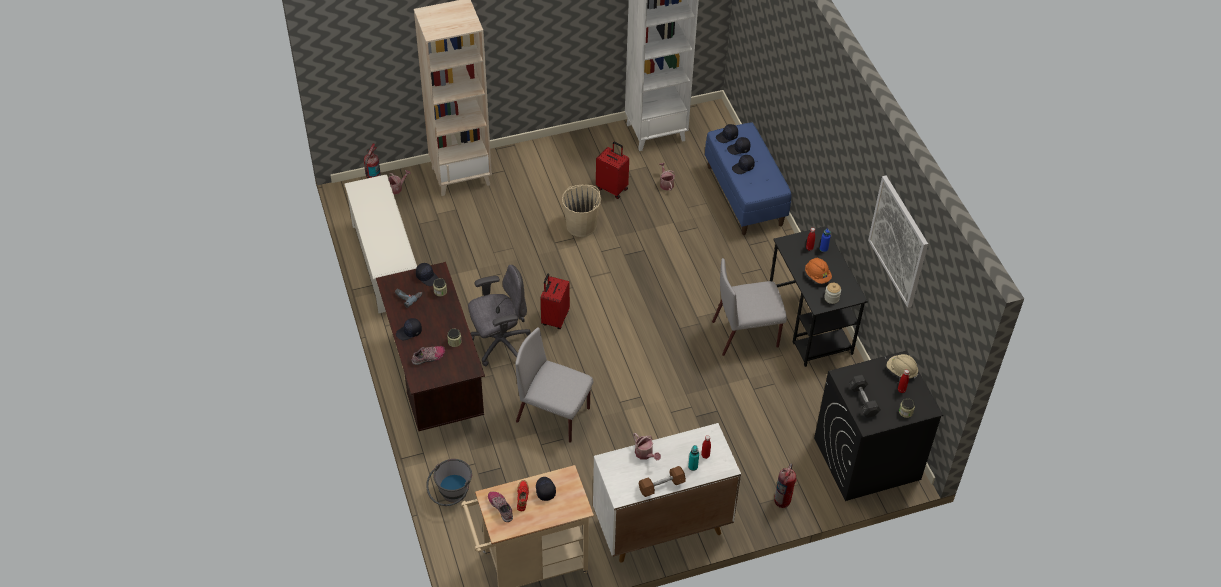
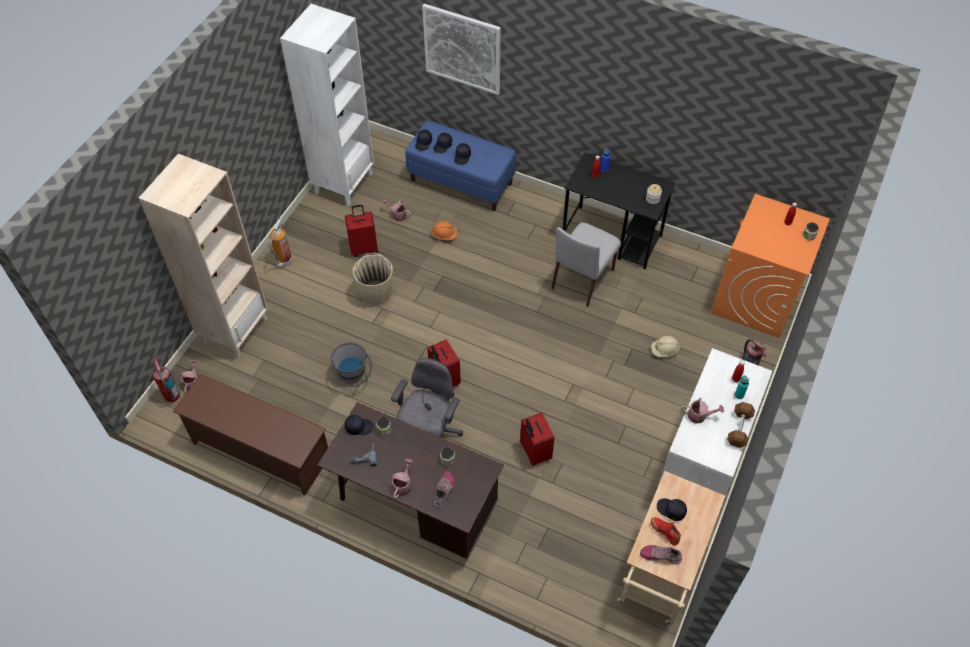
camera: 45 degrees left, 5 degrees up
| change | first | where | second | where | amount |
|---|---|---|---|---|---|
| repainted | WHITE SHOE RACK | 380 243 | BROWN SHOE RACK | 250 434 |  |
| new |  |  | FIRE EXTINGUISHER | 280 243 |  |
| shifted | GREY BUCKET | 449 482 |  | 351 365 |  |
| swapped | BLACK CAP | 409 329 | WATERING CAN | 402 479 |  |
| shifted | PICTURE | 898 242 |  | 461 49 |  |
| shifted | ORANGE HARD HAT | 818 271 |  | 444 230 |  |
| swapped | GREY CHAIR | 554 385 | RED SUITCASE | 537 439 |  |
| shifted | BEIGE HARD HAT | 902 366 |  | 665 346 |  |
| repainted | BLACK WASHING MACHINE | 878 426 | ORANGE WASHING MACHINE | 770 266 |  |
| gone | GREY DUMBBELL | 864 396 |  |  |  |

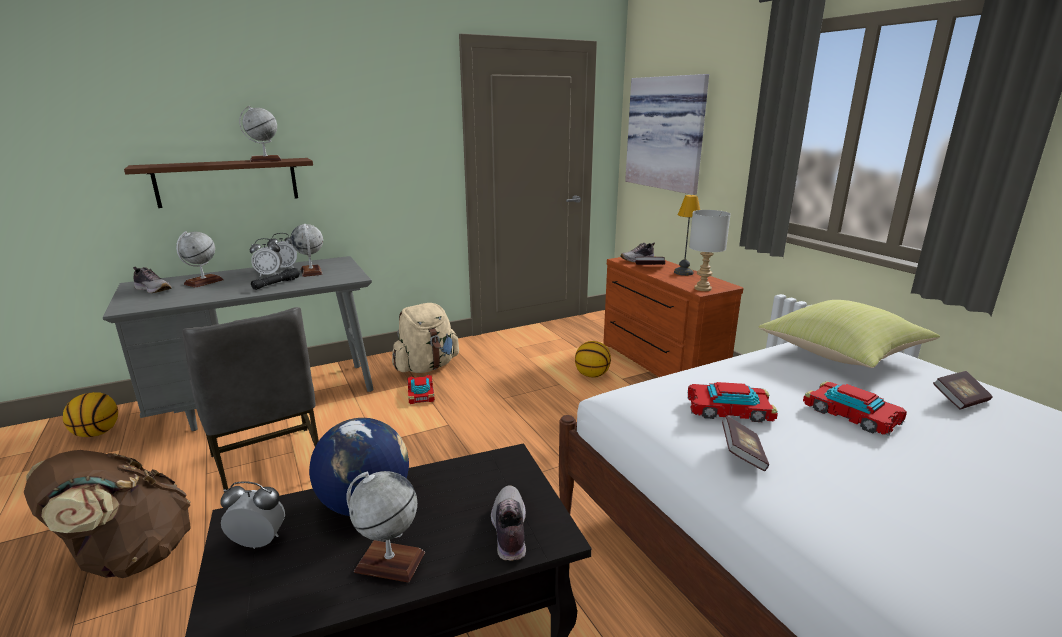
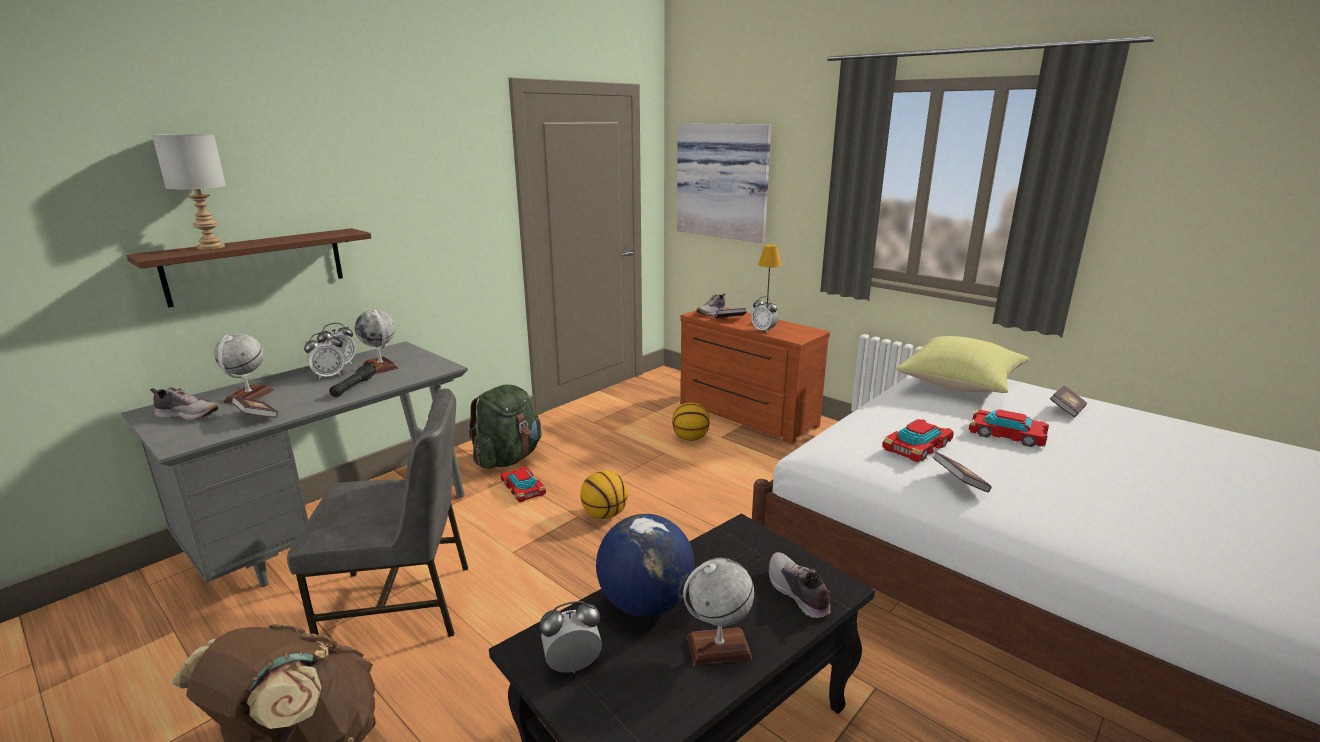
camera: 20 degrees left, 0 degrees up
| change | first | where | second | where | amount |
|---|---|---|---|---|---|
| shifted | GREY TABLE LAMP | 710 250 |  | 189 192 |  |
| new |  |  | BOOK | 254 407 |  |
| rotated | GREY CHAIR | 250 400 |  | 377 513 | 45 degrees counterclockwise |
| repainted | BEIGE BACKPACK | 425 338 | GREEN BACKPACK | 505 426 |  |
| shifted | BASKETBALL | 90 414 |  | 604 494 |  |
| new |  |  | ALARM CLOCK | 764 315 |  |
| rotated | TOY CAR | 733 402 |  | 918 441 | 150 degrees clockwise |
| gone | GLOBE | 260 134 |  |  |  |

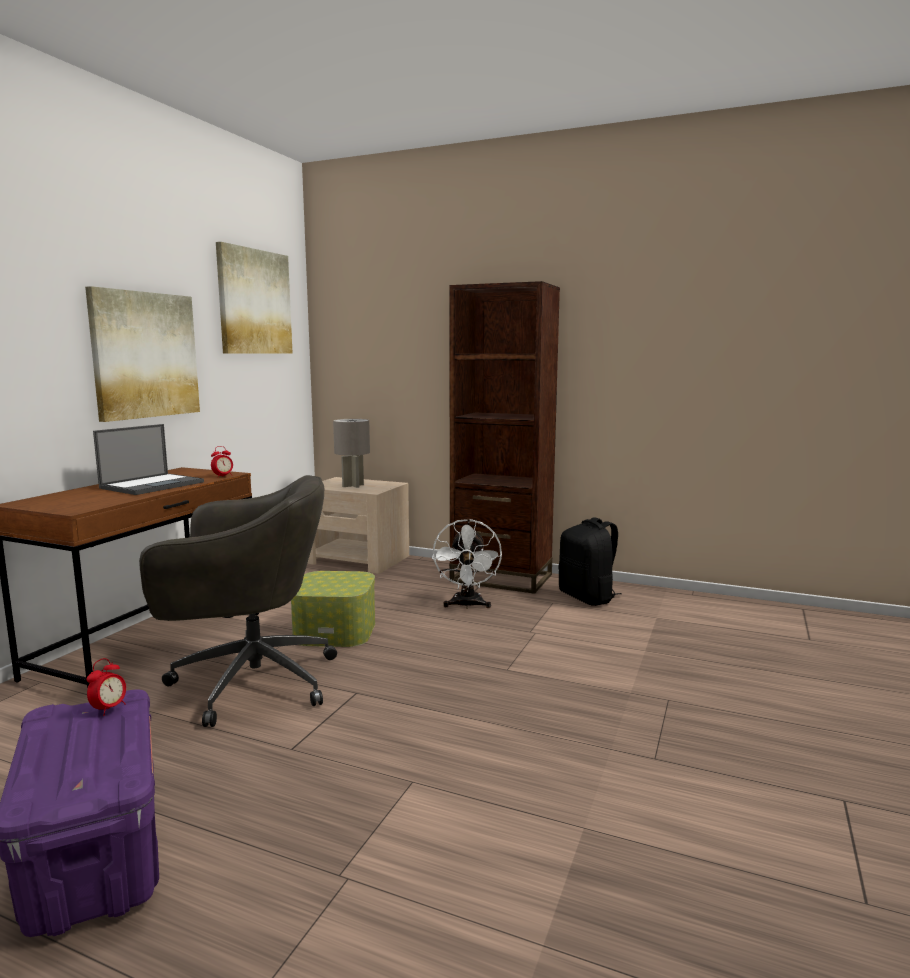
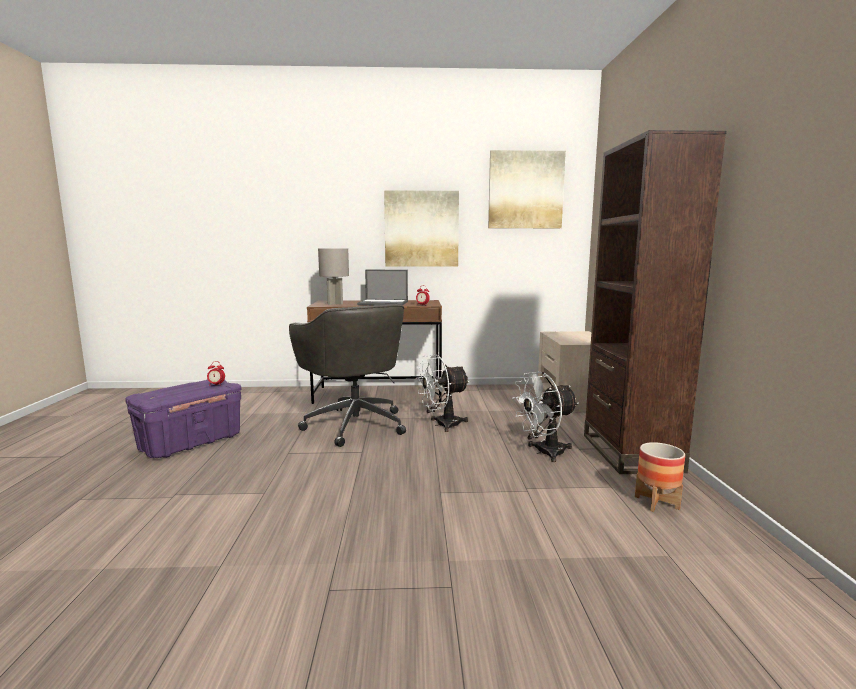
camera: 65 degrees right, 0 degrees up
| change | first | where | second | where | amount |
|---|---|---|---|---|---|
| shifted | GREY TABLE LAMP | 351 453 |  | 333 276 |  |
| swapped | STORAGE BOX | 333 609 | WHITE FAN | 443 393 |  |
| swapped | BLACK BACKPACK | 590 561 | PLANTER | 660 477 |  |

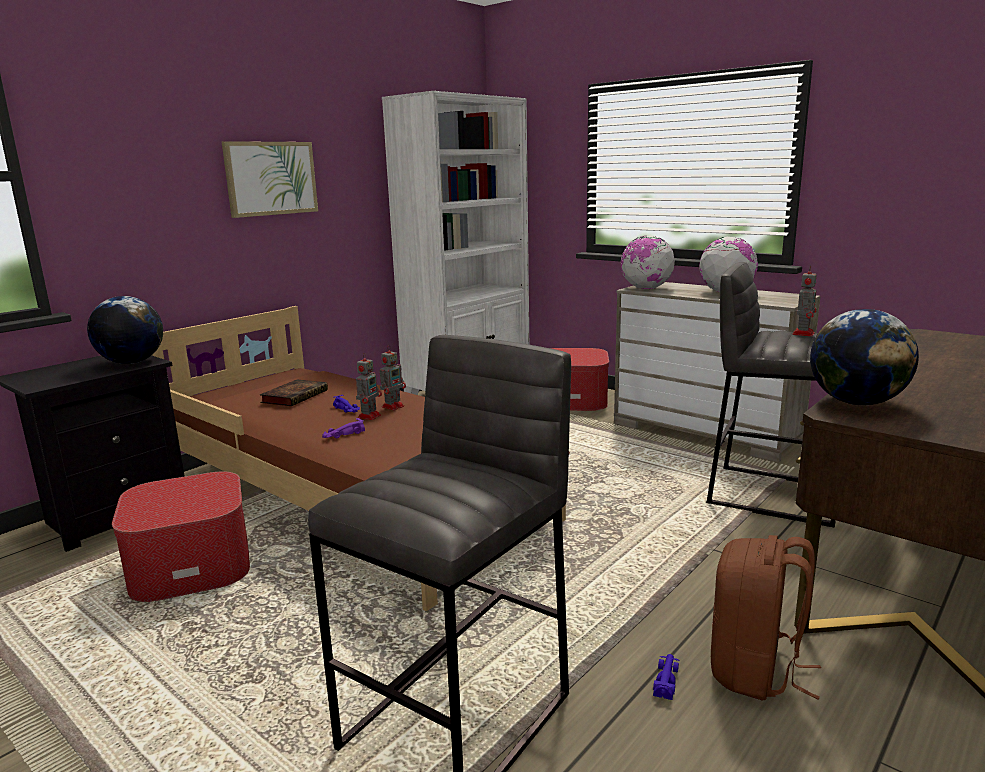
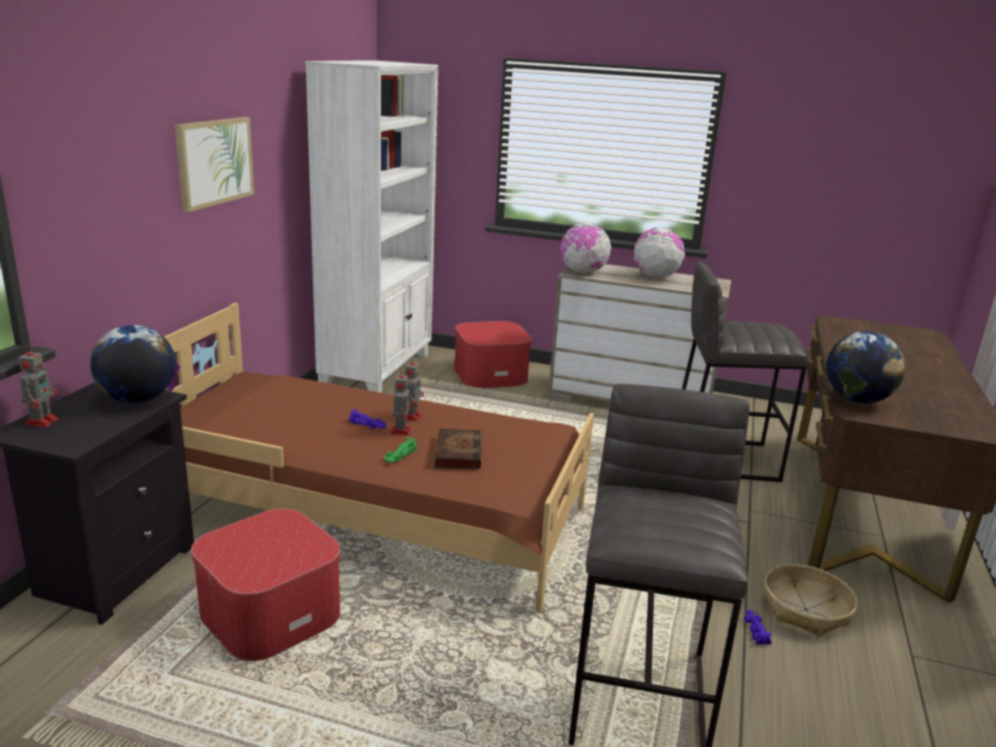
camera: 25 degrees left, 5 degrees up
| change | first | where | second | where | amount |
|---|---|---|---|---|---|
| shifted | TOY ROBOT | 804 300 |  | 38 386 |  |
| repainted | PURPLE TOY CAR | 343 428 | GREEN TOY CAR | 400 450 |  |
| shifted | BOOK | 294 392 |  | 458 449 |  |
| swapped | BROWN BACKPACK | 766 617 | BASKET | 811 600 |  |

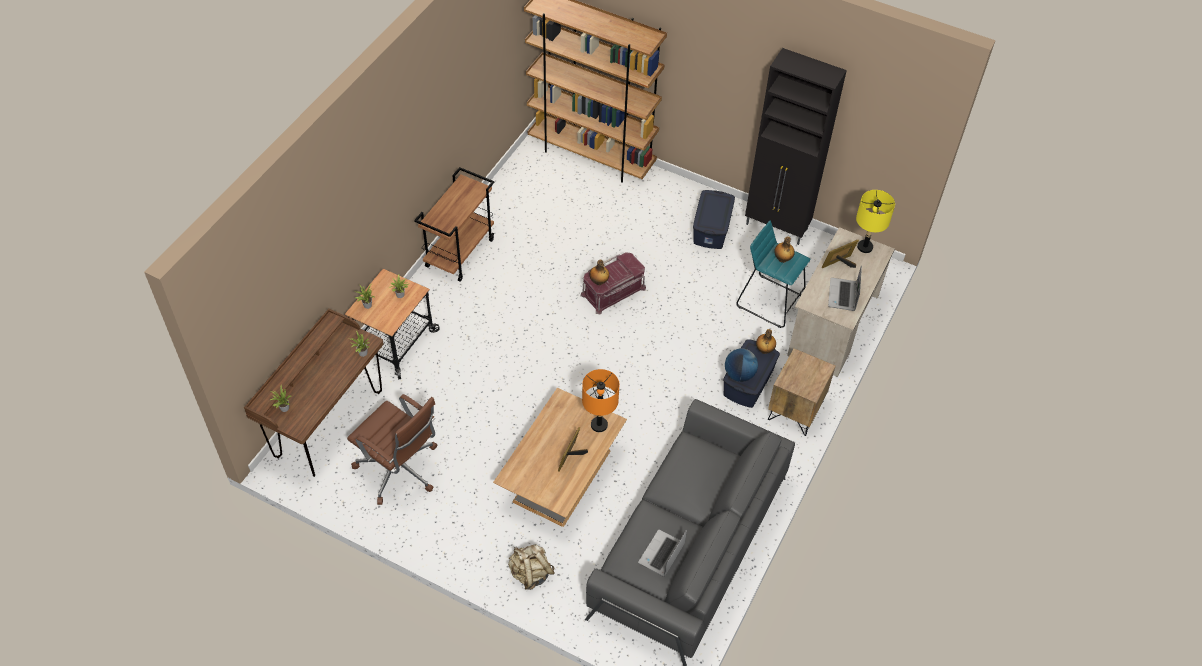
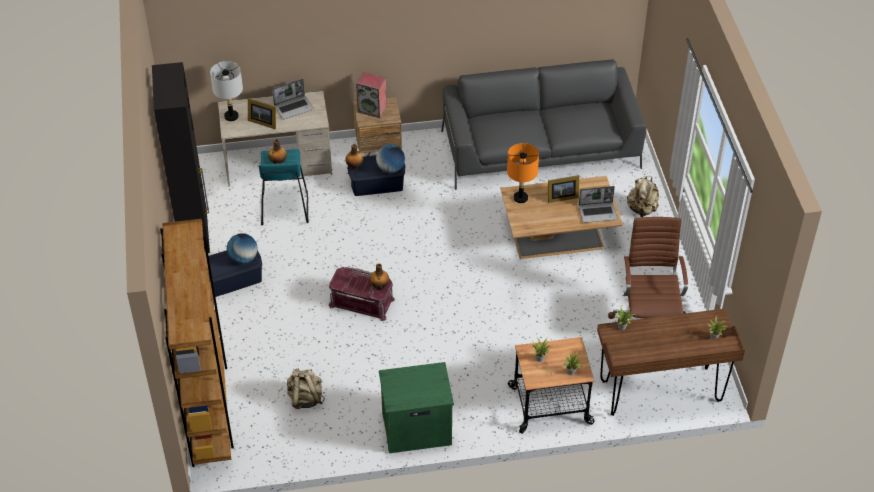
camera: 125 degrees left, 5 degrees down
| change | first | where | second | where | amount |
|---|---|---|---|---|---|
| repainted | YELLOW TABLE LAMP | 875 221 | GREY TABLE LAMP | 226 91 |  |
| new |  |  | GLOBE | 242 248 |  |
| new |  |  | BEIGE BACKPACK | 306 388 |  |
| new |  |  | SPEAKER | 371 95 |  |
| swapped | BROWN CART | 454 224 | GREEN NIGHTSTAND | 416 407 |  |
| shifted | LAPTOP | 662 553 |  | 598 204 |  |

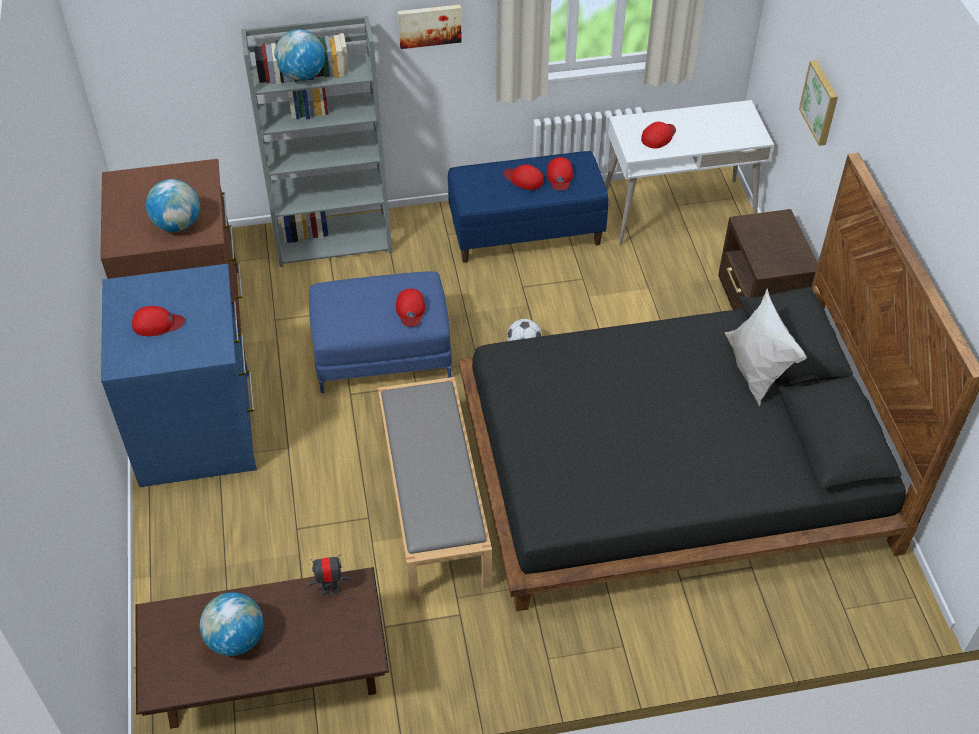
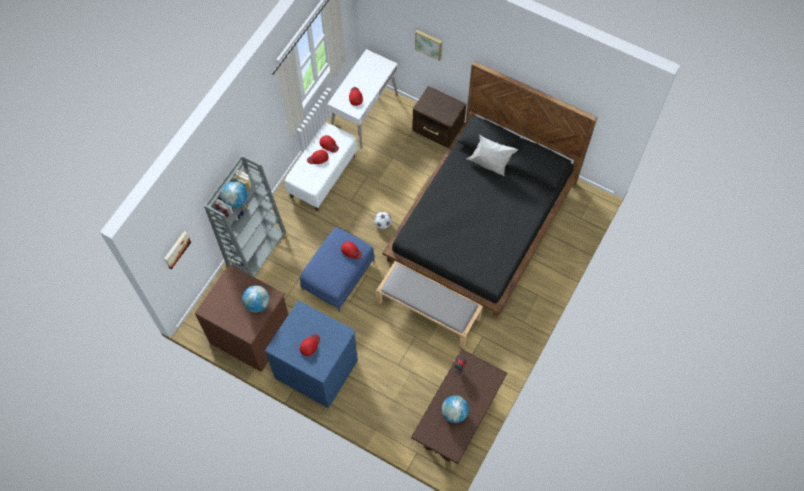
camera: 50 degrees left, 15 degrees up
| change | first | where | second | where | amount |
|---|---|---|---|---|---|
| shifted | PICTURE | 430 27 |  | 177 250 |  |
| repainted | BLUE BENCH | 528 207 | WHITE BENCH | 321 166 |  |

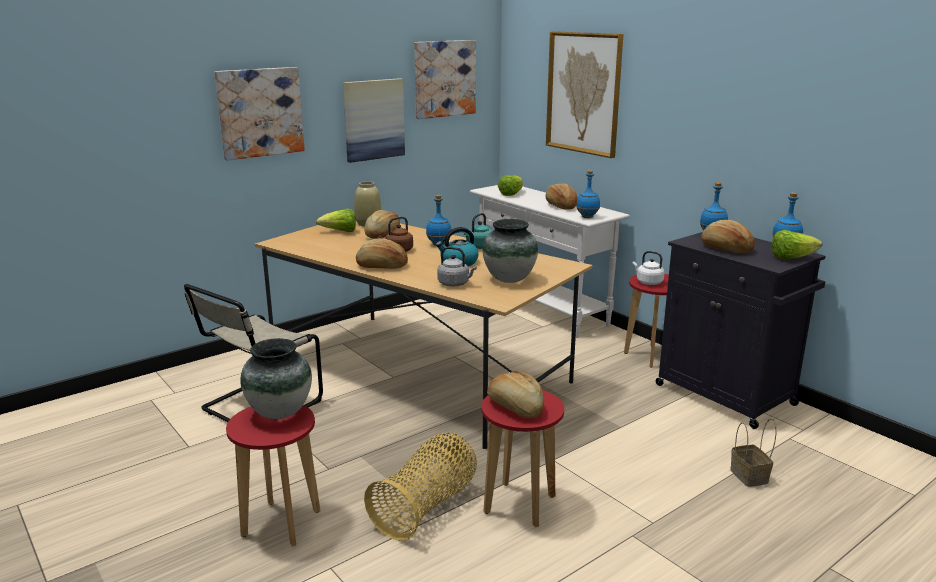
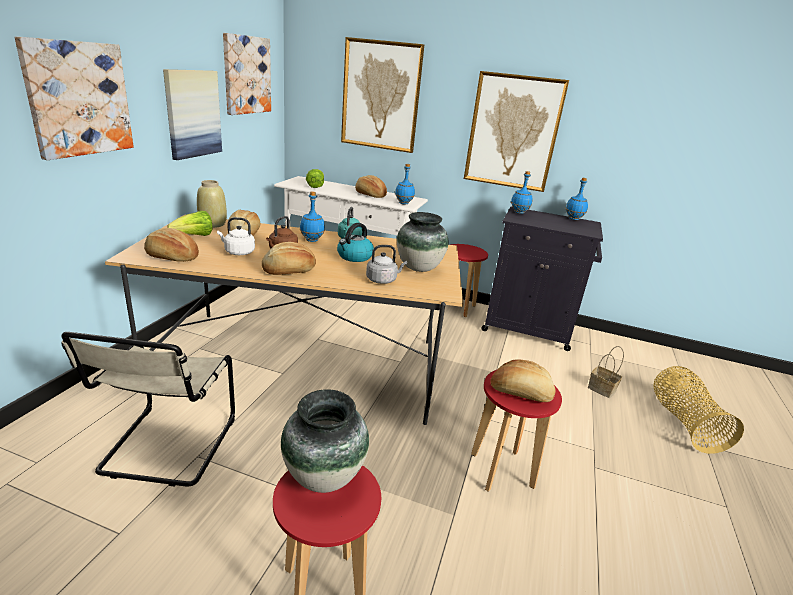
camera: 35 degrees left, 5 degrees up
| change | first | where | second | where | amount |
|---|---|---|---|---|---|
| shifted | BREAD | 728 236 |  | 171 245 |  |
| shifted | WHITE KETTLE | 649 268 |  | 236 236 |  |
| new |  |  | PICTURE | 516 131 |  |
| shifted | BASKET | 420 487 |  | 699 410 |  |
| gone | LETTUCE | 797 244 |  |  |  |

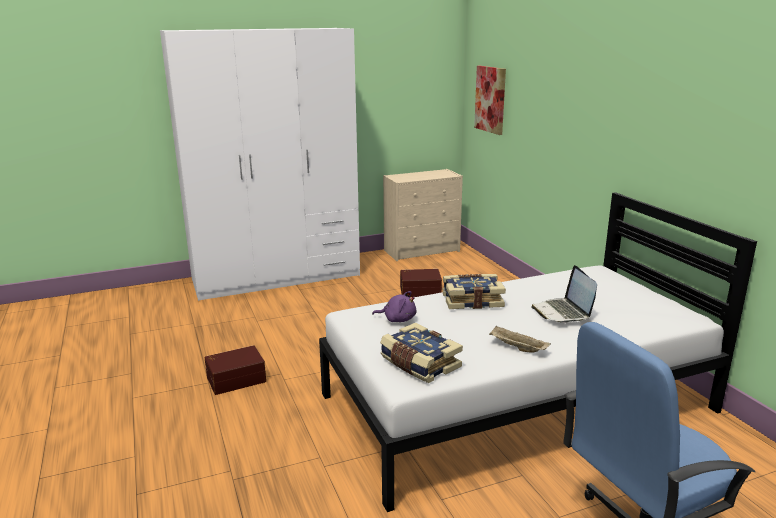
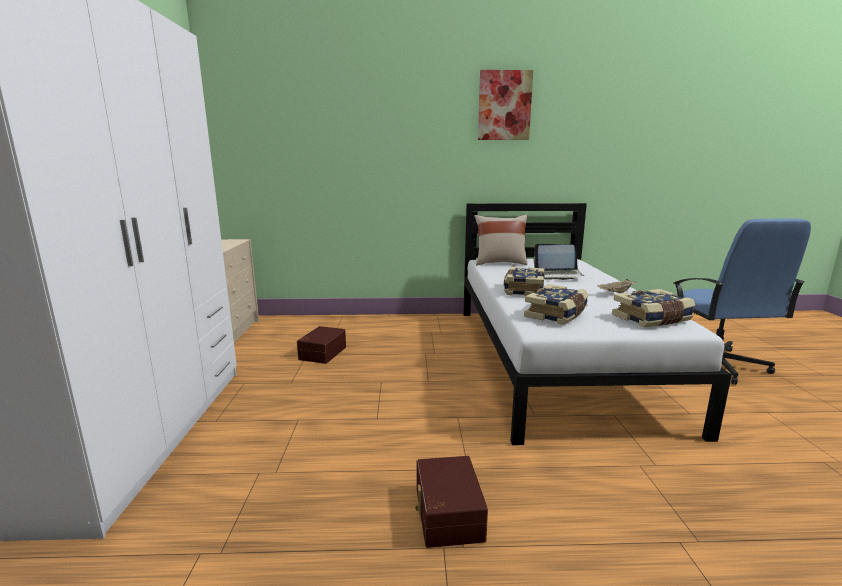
camera: 70 degrees left, 5 degrees down
| change | first | where | second | where | amount |
|---|---|---|---|---|---|
| new |  |  | BEIGE PILLOW | 501 240 |  |
| shifted | PICTURE | 490 100 |  | 505 105 |  |
| swapped | PURPLE PLUSH TOY | 394 306 | BOOK | 556 304 |  |

